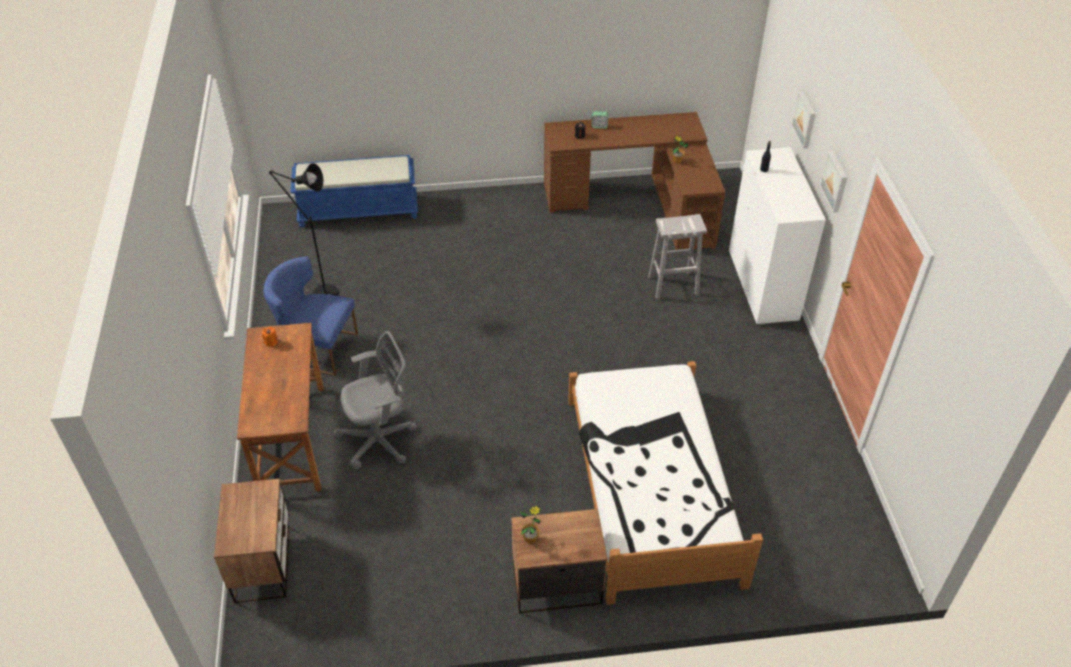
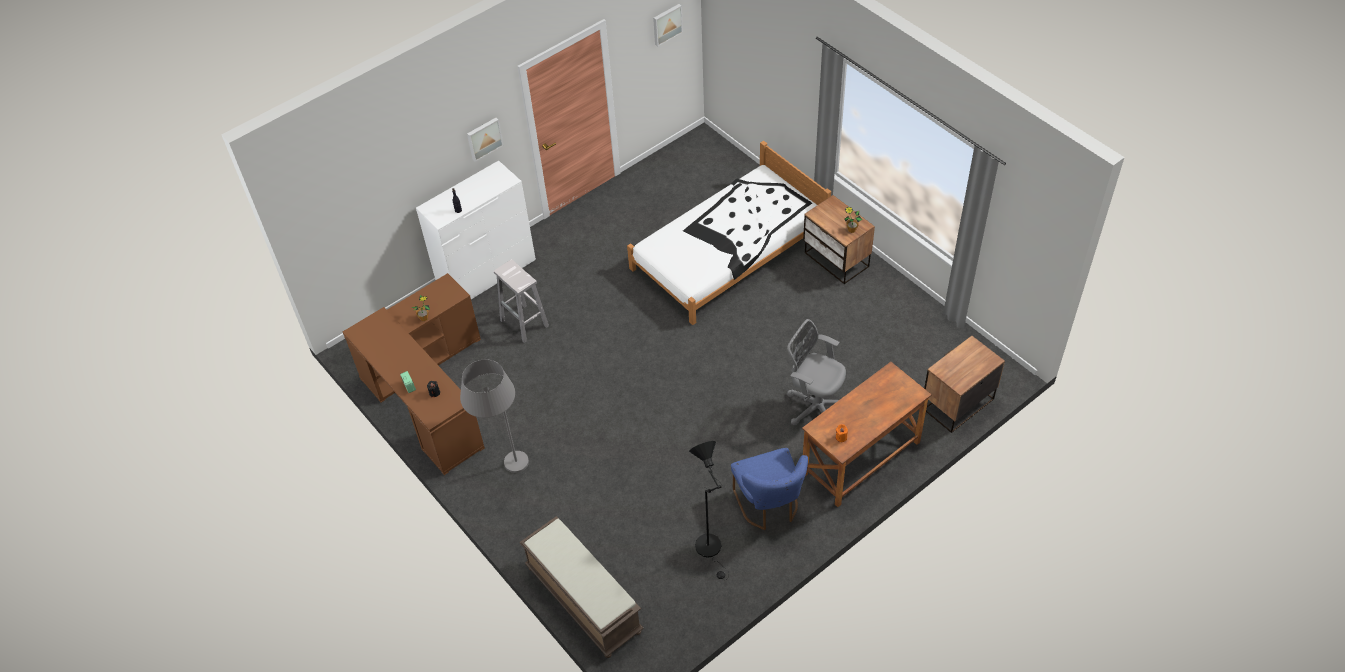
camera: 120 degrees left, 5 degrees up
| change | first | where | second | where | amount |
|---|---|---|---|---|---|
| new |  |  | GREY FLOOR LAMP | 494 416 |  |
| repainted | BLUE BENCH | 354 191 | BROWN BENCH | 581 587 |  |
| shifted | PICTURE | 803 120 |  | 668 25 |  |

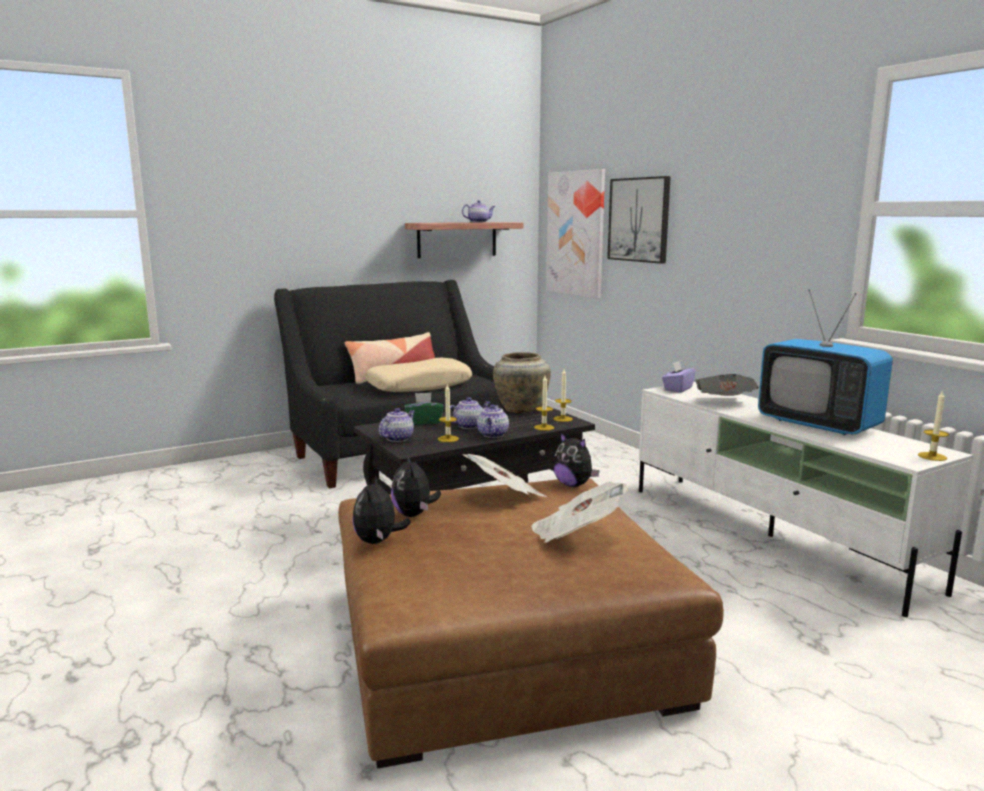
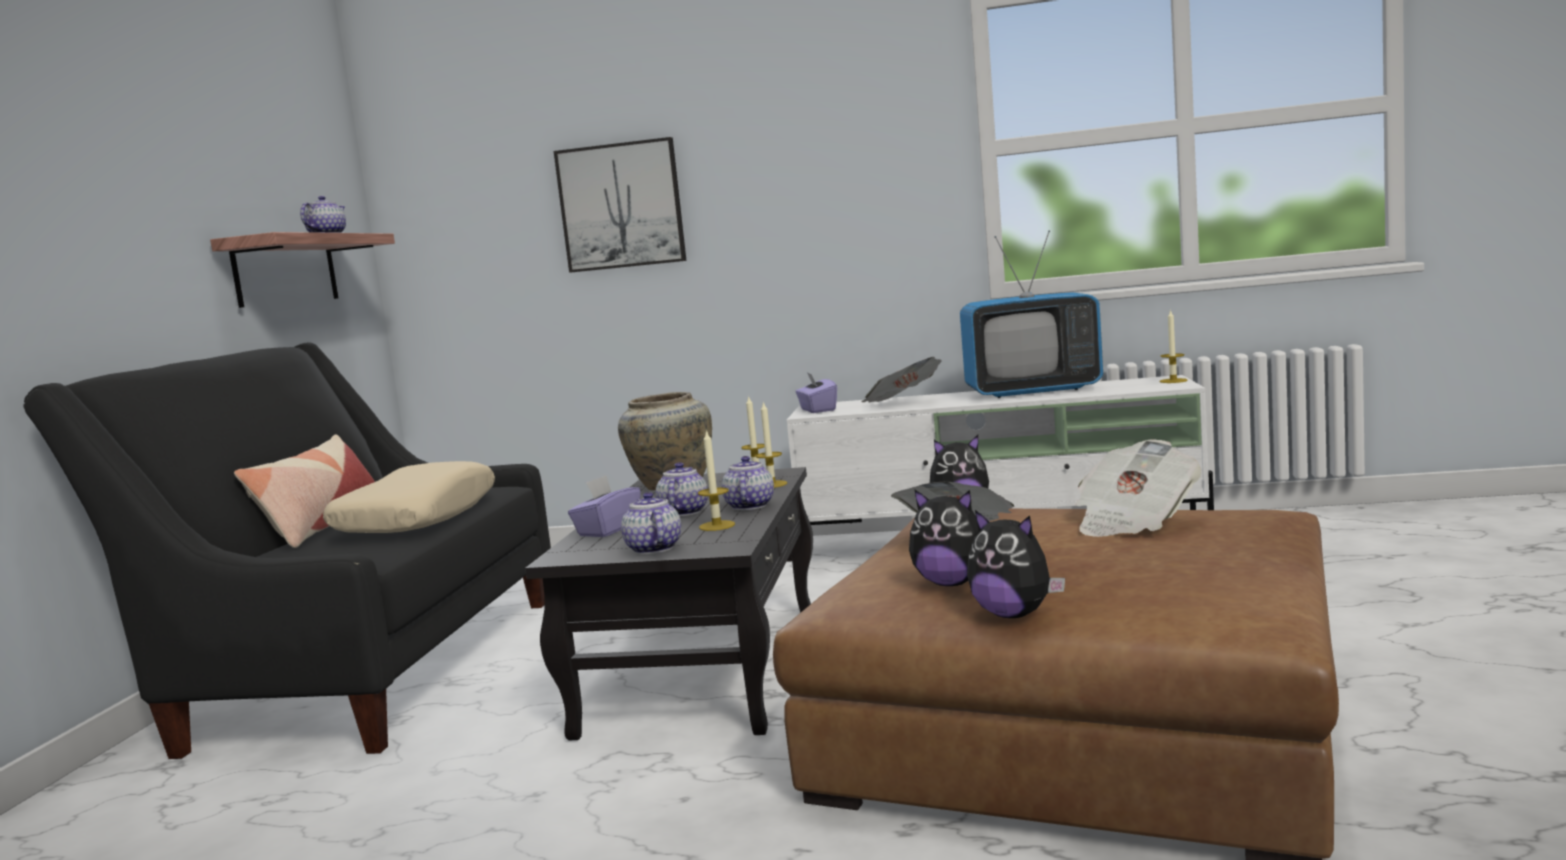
camera: 50 degrees left, 5 degrees down
| change | first | where | second | where | amount |
|---|---|---|---|---|---|
| repainted | GREEN TISSUE BOX | 424 408 | PURPLE TISSUE BOX | 604 506 |  |
| rotated | TEAPOT | 493 421 |  | 747 483 | 135 degrees counterclockwise |
| gone | PICTURE | 575 234 |  |  |  |

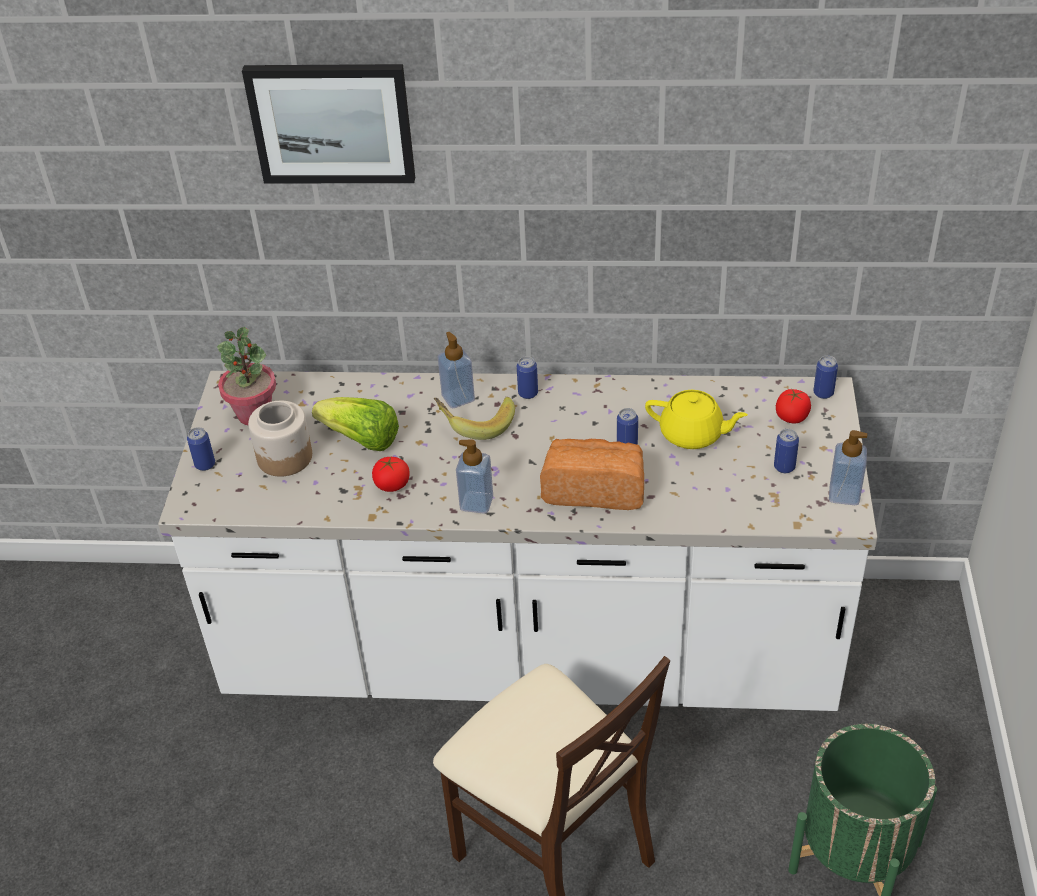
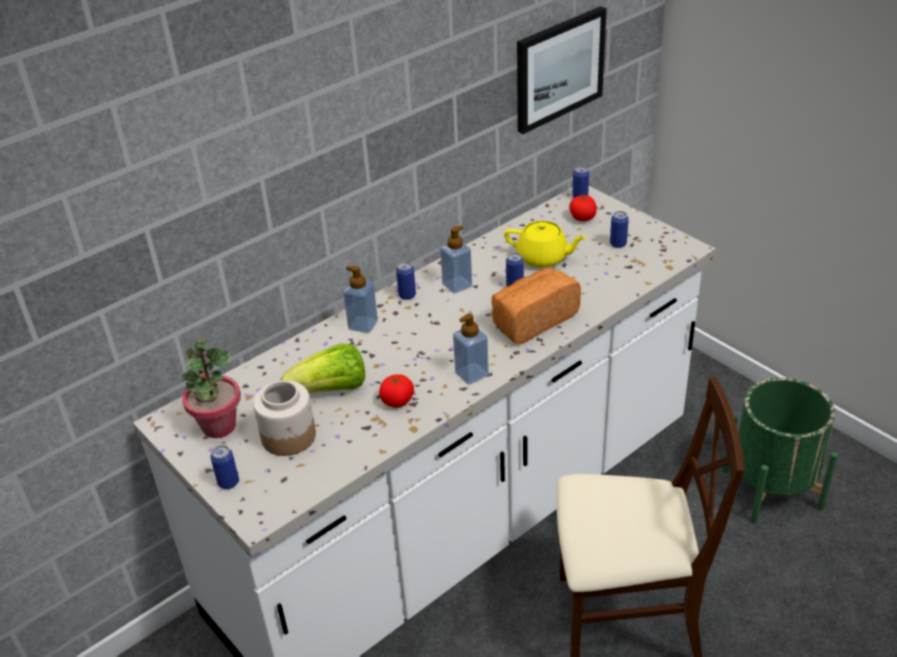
camera: 45 degrees left, 5 degrees down
| change | first | where | second | where | amount |
|---|---|---|---|---|---|
| shifted | SOAP DISPENSER | 848 467 |  | 456 259 |  |
| rotated | YELLOW TEAPOT | 696 419 |  | 545 244 | 45 degrees clockwise |
| shifted | PICTURE | 328 123 |  | 562 70 |  |
| gone | BANANA | 474 418 |  |  |  |

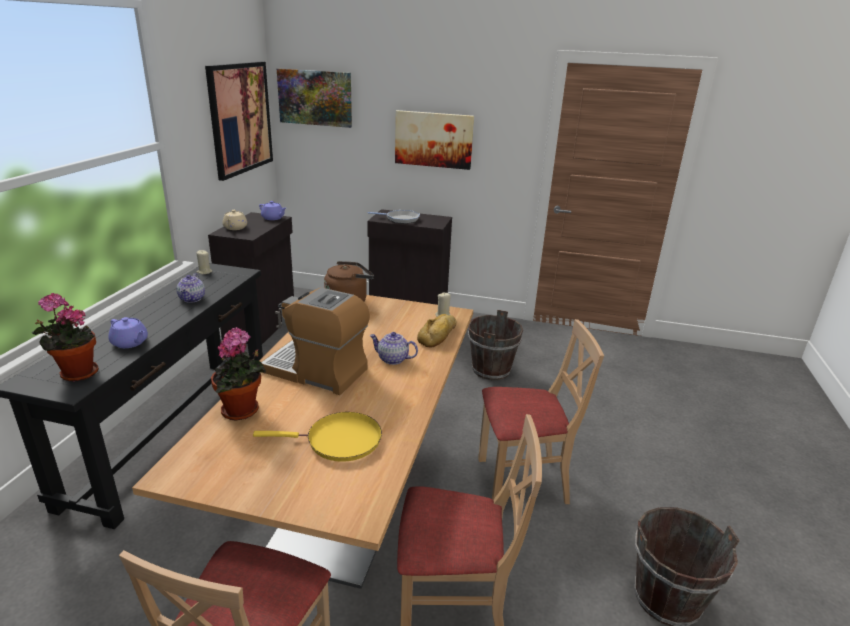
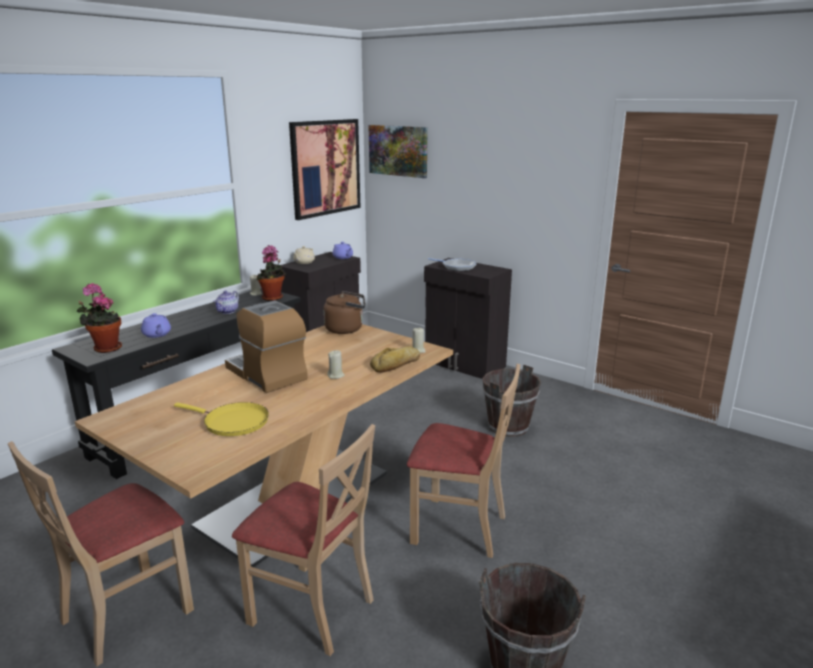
camera: 25 degrees right, 5 degrees down
| change | first | where | second | where | amount |
|---|---|---|---|---|---|
| shifted | POTTED PLANT | 238 373 |  | 271 273 |  |
| swapped | TEAPOT | 393 348 | BEIGE CANDLE | 336 364 |  |
| gone | PICTURE | 434 140 |  |  |  |

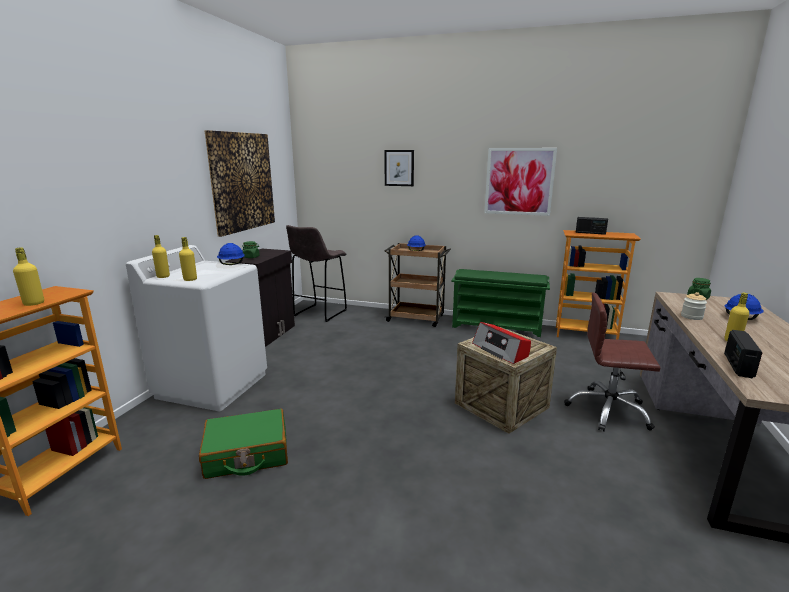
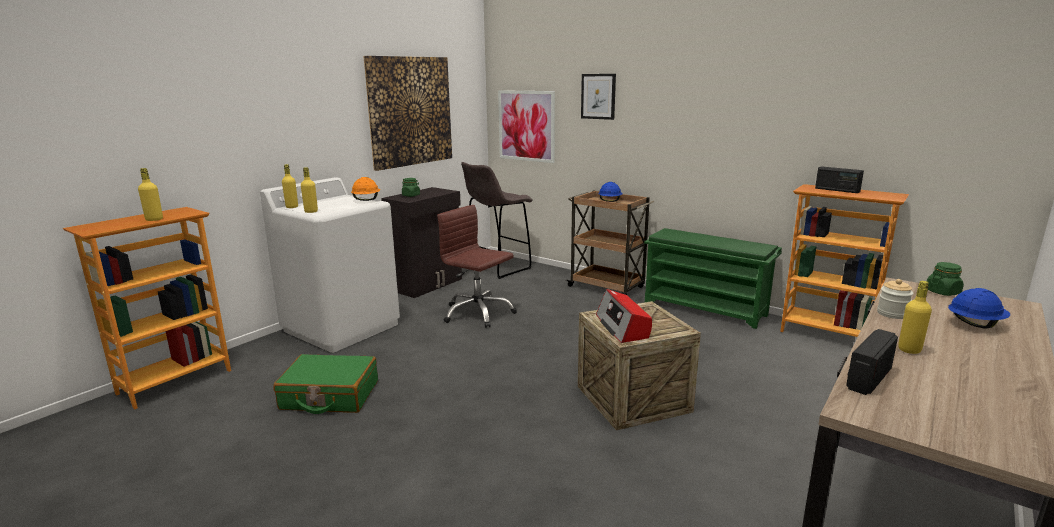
camera: 20 degrees right, 0 degrees up
| change | first | where | second | where | amount |
|---|---|---|---|---|---|
| repainted | BLUE HARD HAT | 231 254 | ORANGE HARD HAT | 365 189 |  |
| shifted | BROWN OFFICE CHAIR | 612 362 |  | 477 266 |  |
| shifted | PICTURE | 520 182 |  | 526 126 |  |

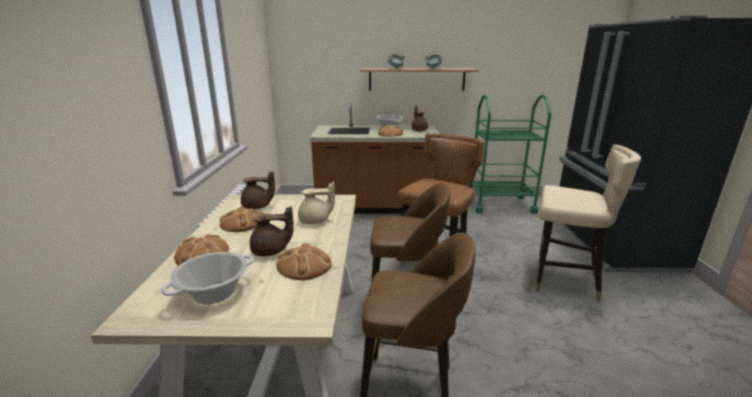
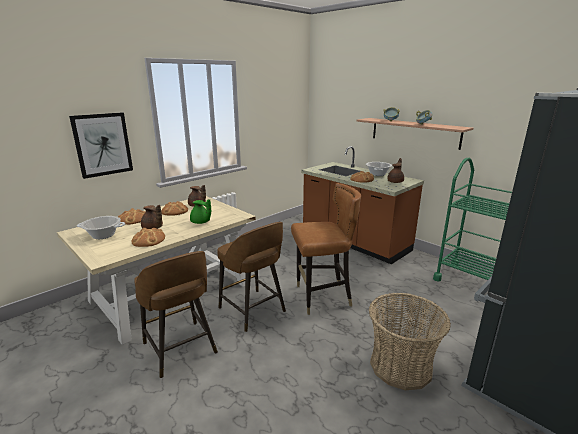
camera: 45 degrees right, 0 degrees up
| change | first | where | second | where | amount |
|---|---|---|---|---|---|
| new |  |  | PICTURE | 101 145 |  |
| repainted | BEIGE TEAPOT | 316 203 | GREEN TEAPOT | 200 211 |  |
| swapped | BEIGE CHAIR | 588 223 | BASKET | 410 341 |  |

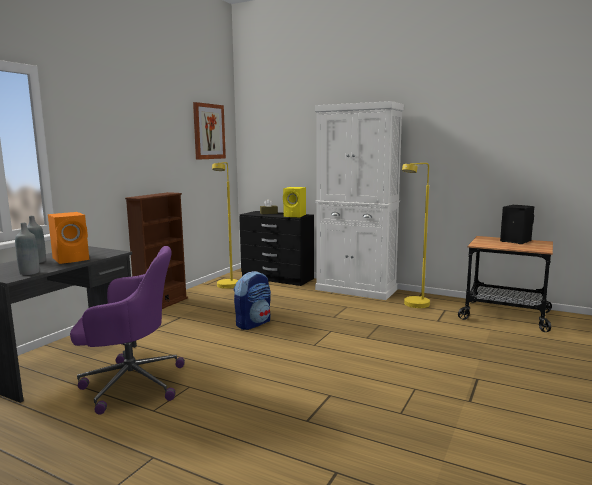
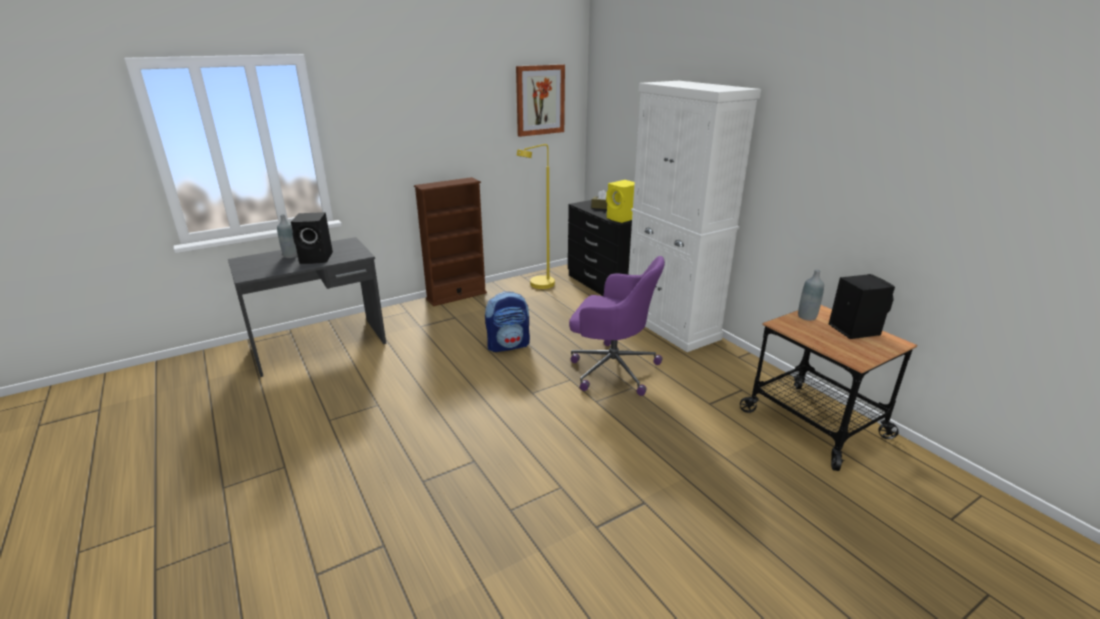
camera: 30 degrees right, 15 degrees up
| change | first | where | second | where | amount |
|---|---|---|---|---|---|
| repainted | ORANGE SPEAKER | 68 238 | BLACK SPEAKER | 312 238 |  |
| shifted | PURPLE OFFICE CHAIR | 127 330 |  | 617 326 |  |
| shifted | GREY BOTTLE | 27 249 |  | 811 295 |  |
| gone | YELLOW FLOOR LAMP | 416 235 |  |  |  |

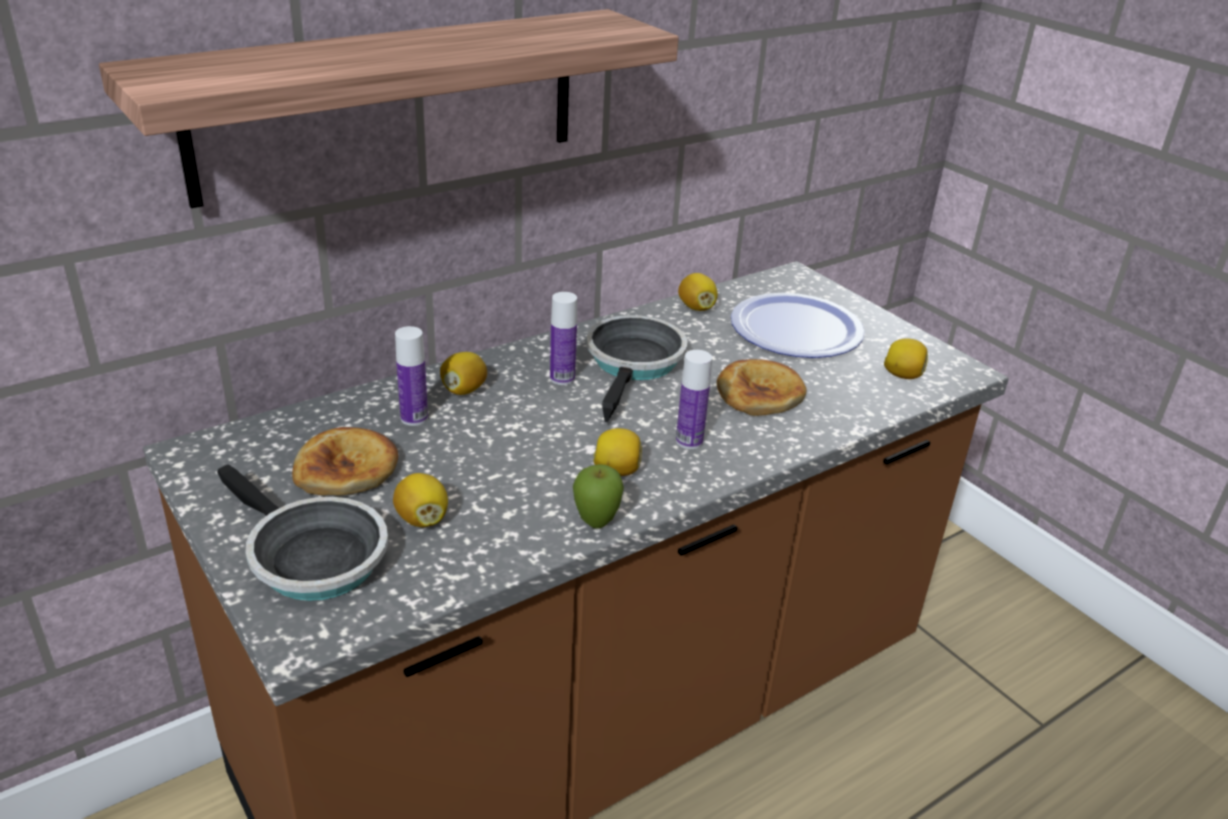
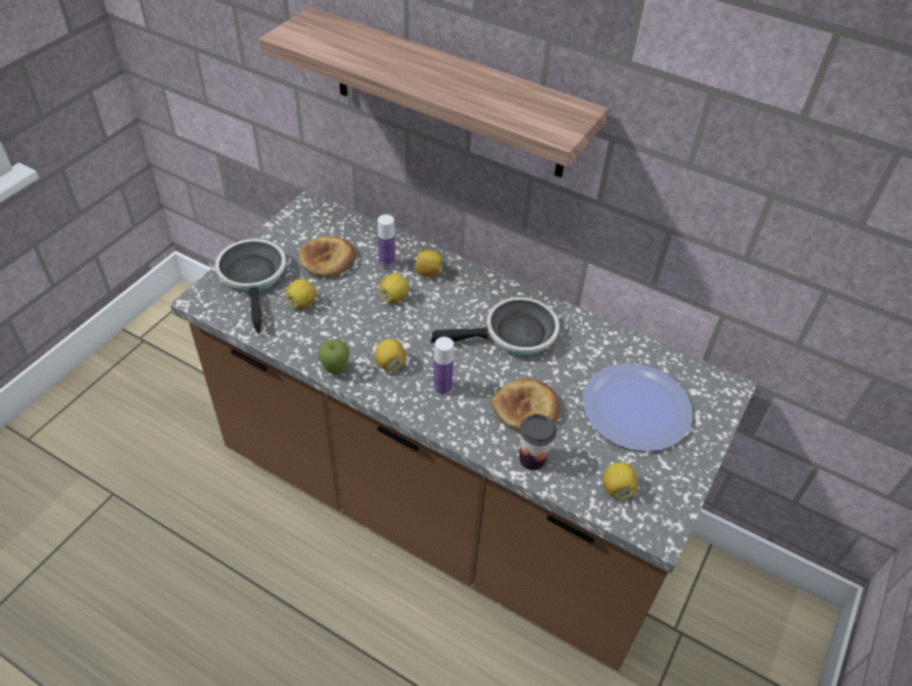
camera: 65 degrees right, 15 degrees up
| change | first | where | second | where | amount |
|---|---|---|---|---|---|
| rotated | FRYING PAN | 302 532 |  | 250 286 | 150 degrees clockwise |
| shifted | LEMON | 698 292 |  | 394 288 |  |
| new |  |  | CUP | 538 442 |  |
| gone | BOTTLE | 563 338 |  |  |  |

